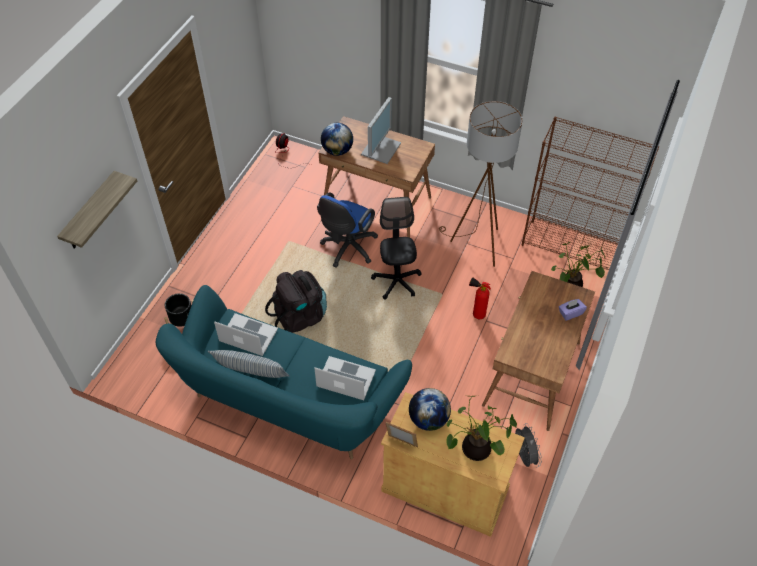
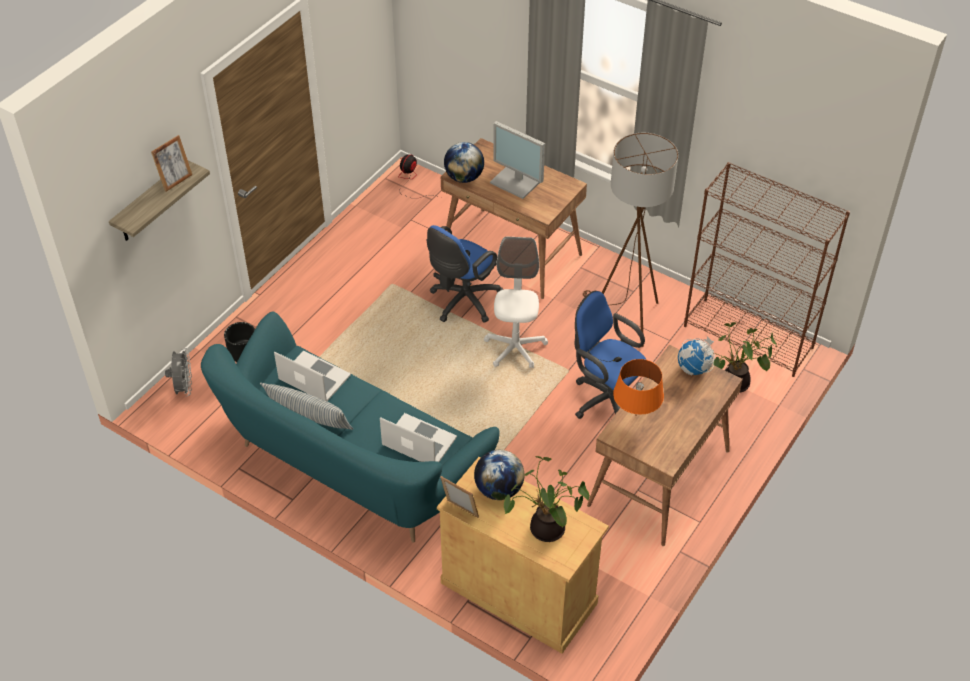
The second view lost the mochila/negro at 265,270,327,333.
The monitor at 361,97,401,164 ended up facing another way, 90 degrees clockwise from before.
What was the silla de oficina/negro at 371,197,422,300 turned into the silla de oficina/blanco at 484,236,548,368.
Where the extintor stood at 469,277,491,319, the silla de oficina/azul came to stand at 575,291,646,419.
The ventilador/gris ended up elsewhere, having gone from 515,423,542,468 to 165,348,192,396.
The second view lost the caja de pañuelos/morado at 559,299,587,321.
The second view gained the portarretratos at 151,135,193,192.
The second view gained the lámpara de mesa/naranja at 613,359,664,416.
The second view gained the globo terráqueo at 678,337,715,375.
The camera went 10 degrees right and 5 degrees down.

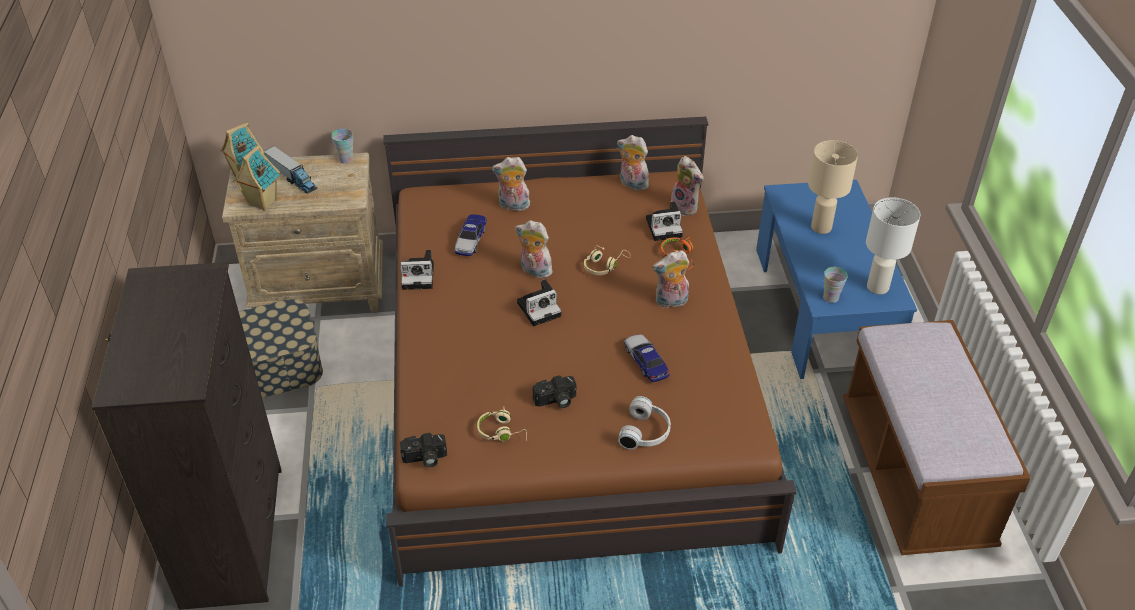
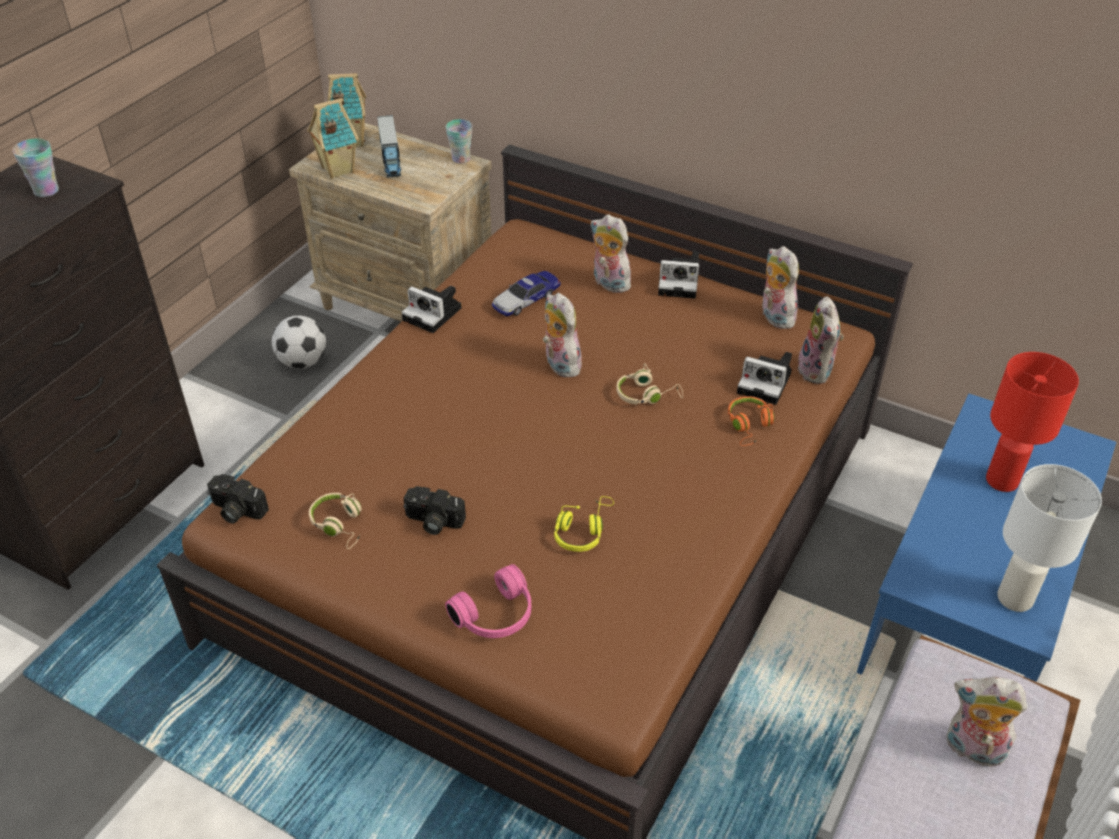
Where the caja de almacenaje stood at 239,299,323,397, the balón de fútbol came to stand at 272,315,326,369.
The cámara ended up elsewhere, having gone from 517,279,561,326 to 658,251,699,299.
What was the auriculares/blanco at 618,396,671,450 turned into the auriculares/rosa at 445,564,531,638.
Where the coche de juguete stood at 624,334,670,382, the auriculares/amarillo came to stand at 554,496,614,552.
The peluche ended up elsewhere, having gone from 652,250,689,309 to 946,677,1027,770.
What was the lámpara de mesa/beis at 808,140,858,234 turned into the lámpara de mesa/rojo at 986,352,1079,492.
The taza ended up elsewhere, having gone from 823,267,848,303 to 12,138,59,197.
The camera went 35 degrees right and 0 degrees up.

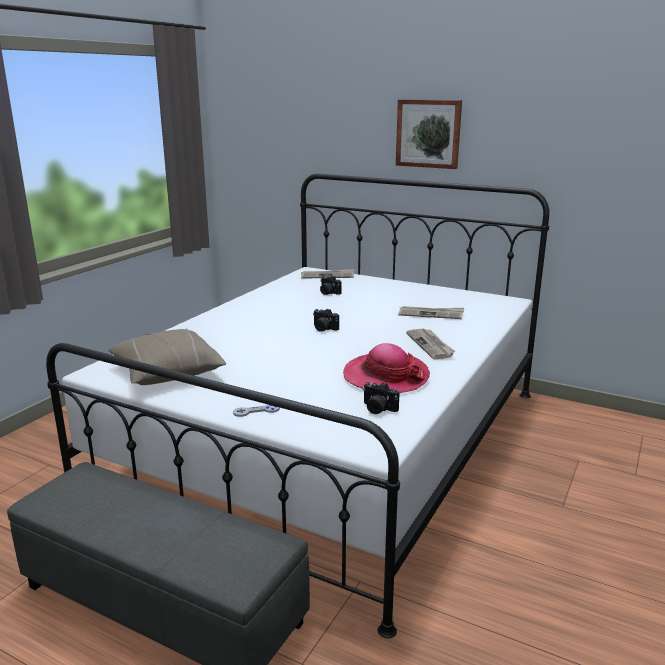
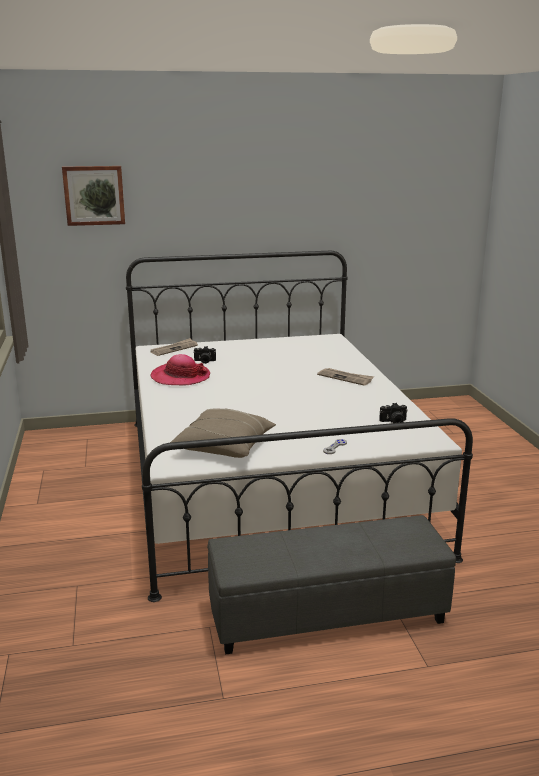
The second view lost the cámara at 313,309,339,332.
The sombrero ended up elsewhere, having gone from 343,343,430,393 to 151,354,210,385.
The cuadro ended up elsewhere, having gone from 396,99,462,169 to 62,166,125,226.
The second view lost the periódico at 398,306,464,319.
The camera went 40 degrees left and 0 degrees up.

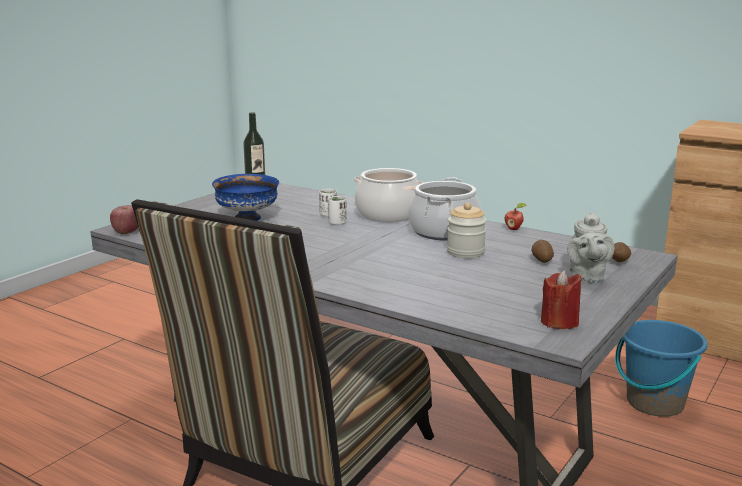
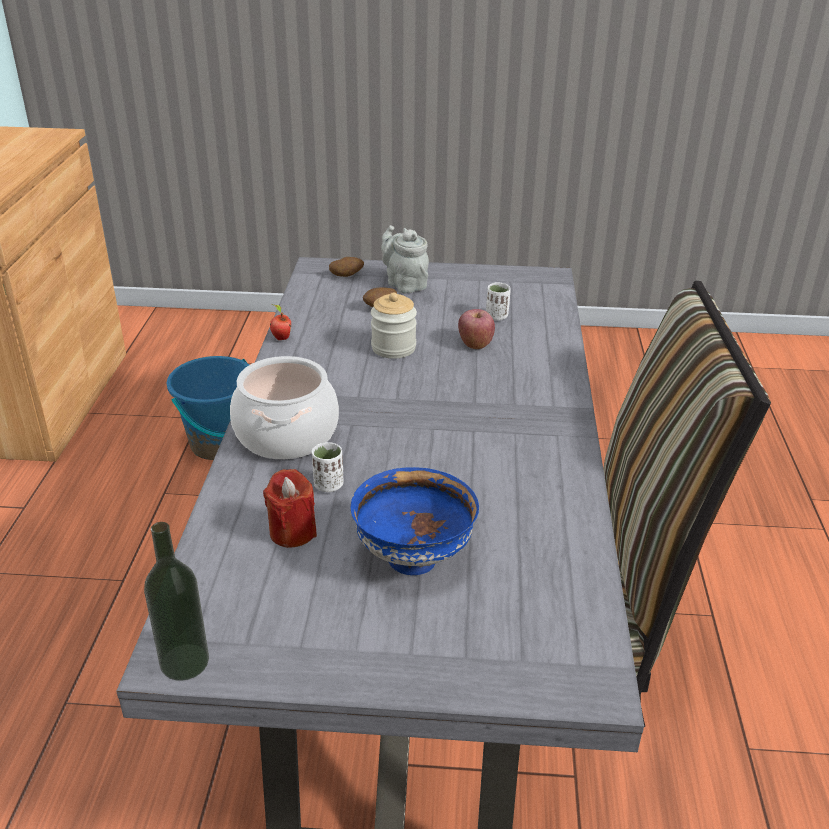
The manzana ended up elsewhere, having gone from 110,205,138,234 to 458,309,495,349.
The taza/blanco ended up elsewhere, having gone from 328,196,347,225 to 486,282,511,321.
The second view lost the olla at 408,177,481,241.
The vela/rojo ended up elsewhere, having gone from 541,270,581,329 to 263,469,317,548.
The tetera/gris at 567,212,614,283 ended up facing another way, 105 degrees counterclockwise from before.
The camera went 120 degrees left and 15 degrees up.

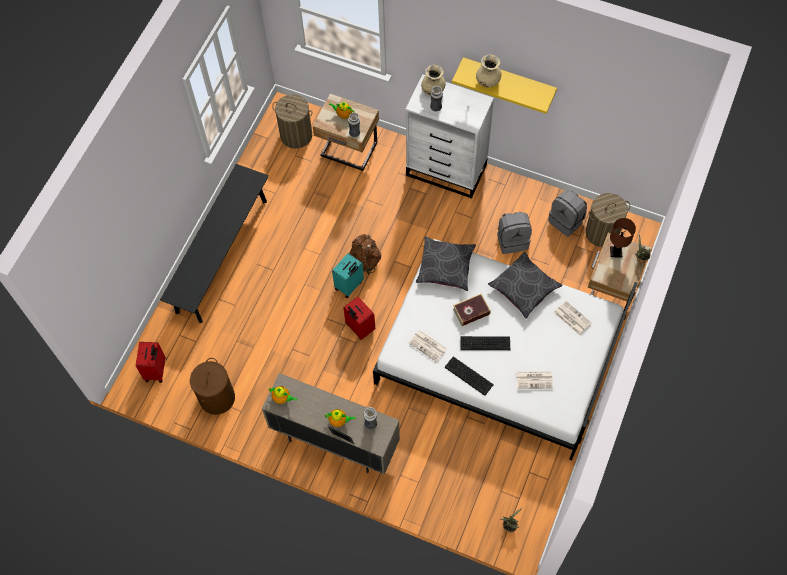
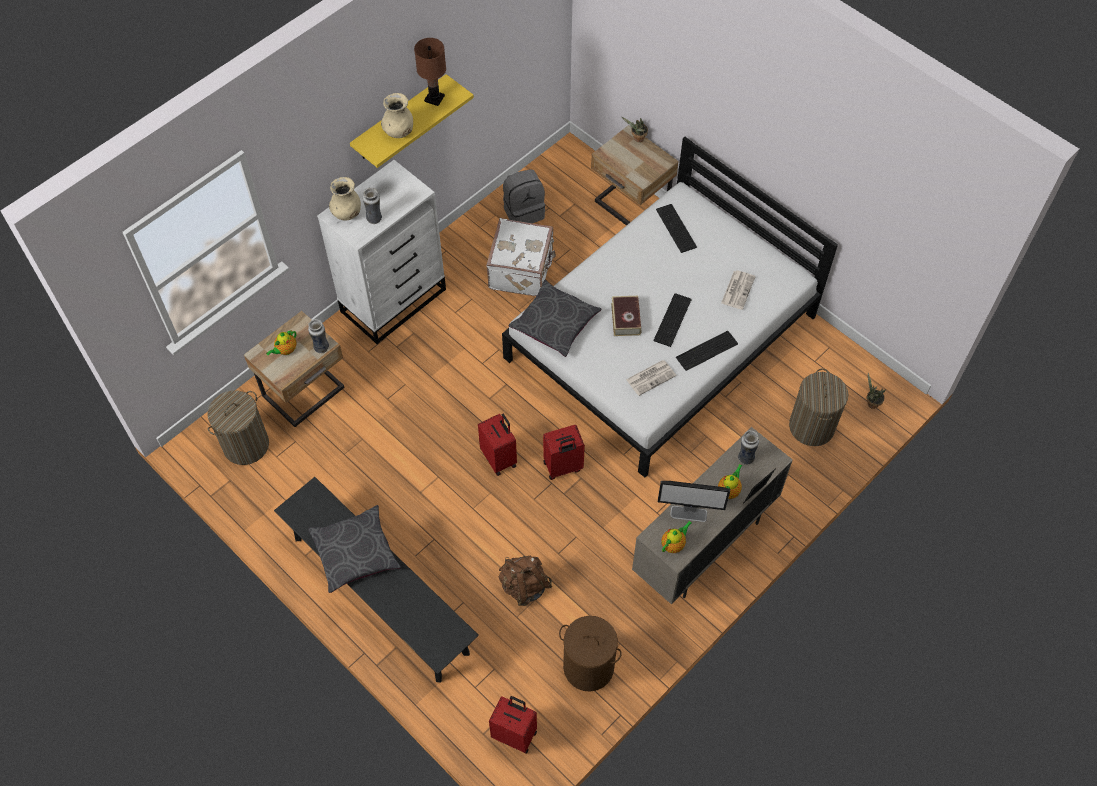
What was the maleta/turquesa at 332,253,364,298 turned into the maleta/rojo at 478,414,517,476.
The mochila/marrón ended up elsewhere, having gone from 349,234,381,274 to 499,556,552,606.
The cojín/gris ended up elsewhere, having gone from 488,252,562,319 to 308,505,401,593.
Where the mochila/gris stood at 497,212,532,254, the maleta/blanco came to stand at 486,218,556,296.
Where the periódico stood at 554,301,592,335, the teclado came to stand at 656,204,697,253.
The cesto de la ropa ended up elsewhere, having gone from 585,193,630,247 to 789,368,848,446.
The lámpara de mesa/marrón ended up elsewhere, having gone from 610,218,636,257 to 414,38,446,106.
The second view gained the monitor at 658,481,730,522.
The camera went 70 degrees left and 5 degrees down.

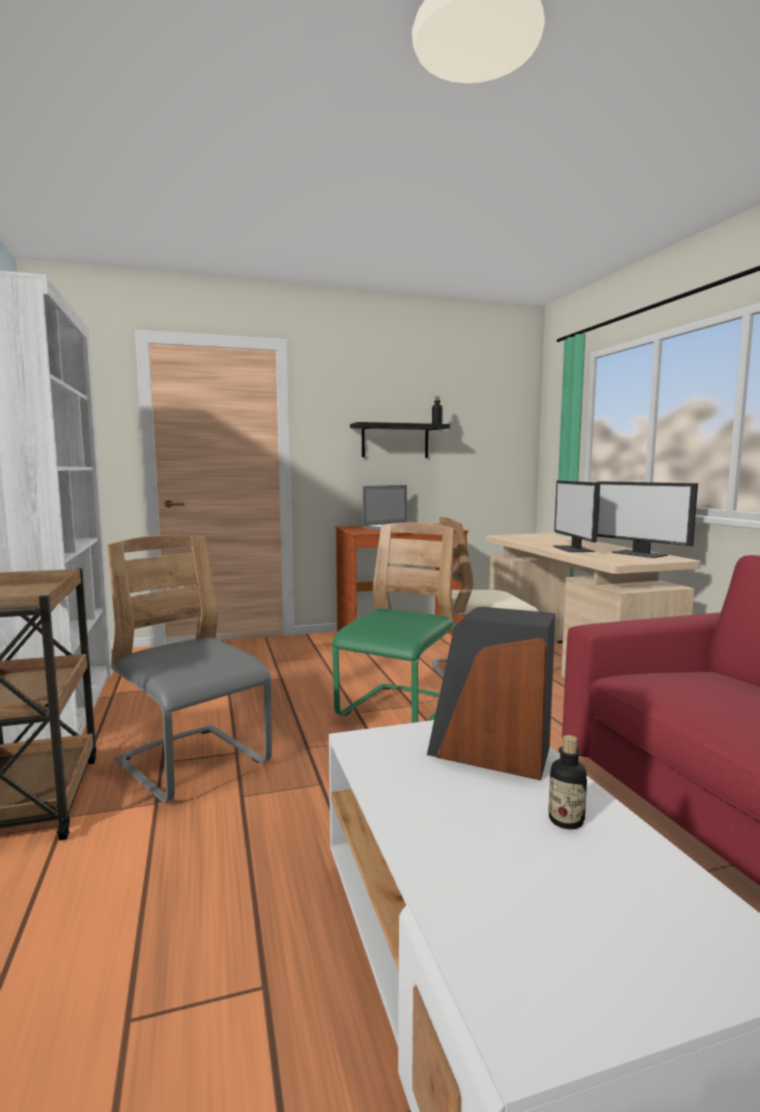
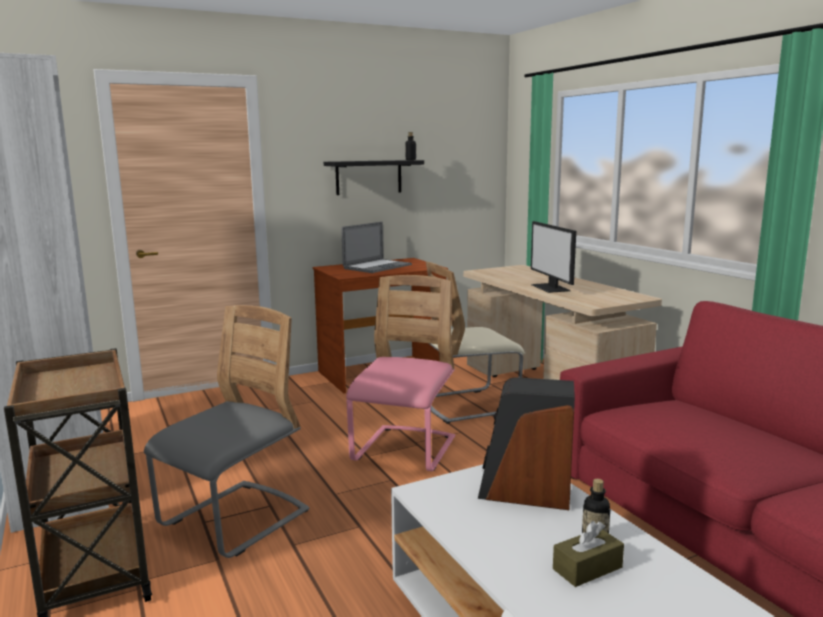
The silla/gris at 107,535,272,803 ended up facing another way, 90 degrees clockwise from before.
What was the silla/verde at 332,522,456,723 turned into the silla/rosa at 346,275,455,471.
The second view lost the monitor at 597,481,698,558.
The second view gained the caja de pañuelos/marrón at 553,521,624,587.
The camera went 10 degrees left and 5 degrees up.

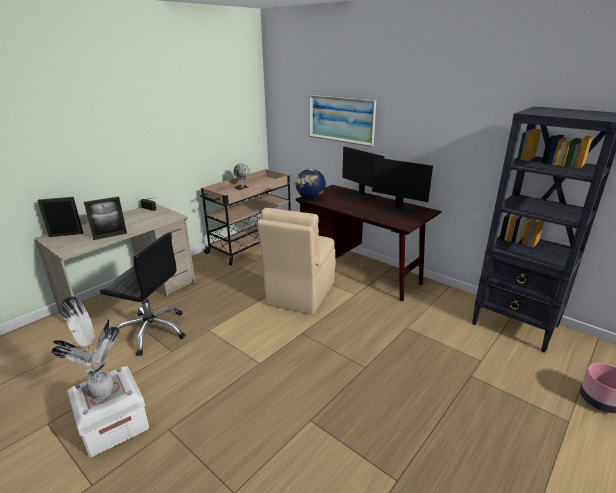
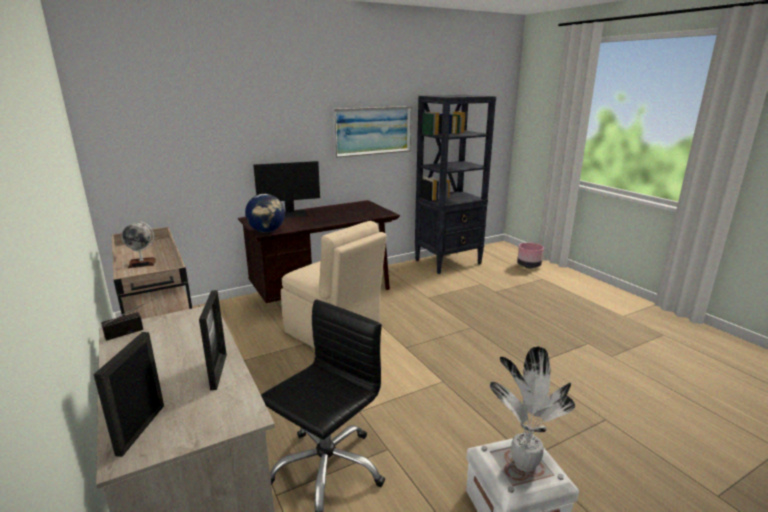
The cuadro ended up elsewhere, having gone from 309,95,376,147 to 333,106,411,158.
The second view lost the monitor at 372,157,433,216.
The camera went 70 degrees left and 5 degrees down.

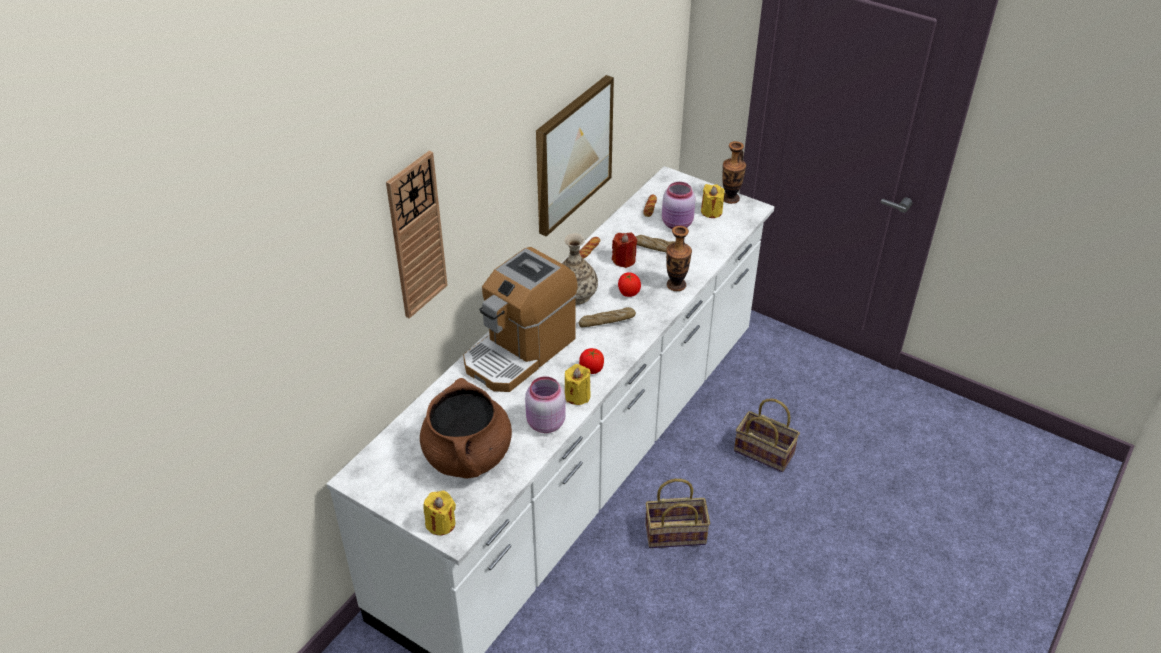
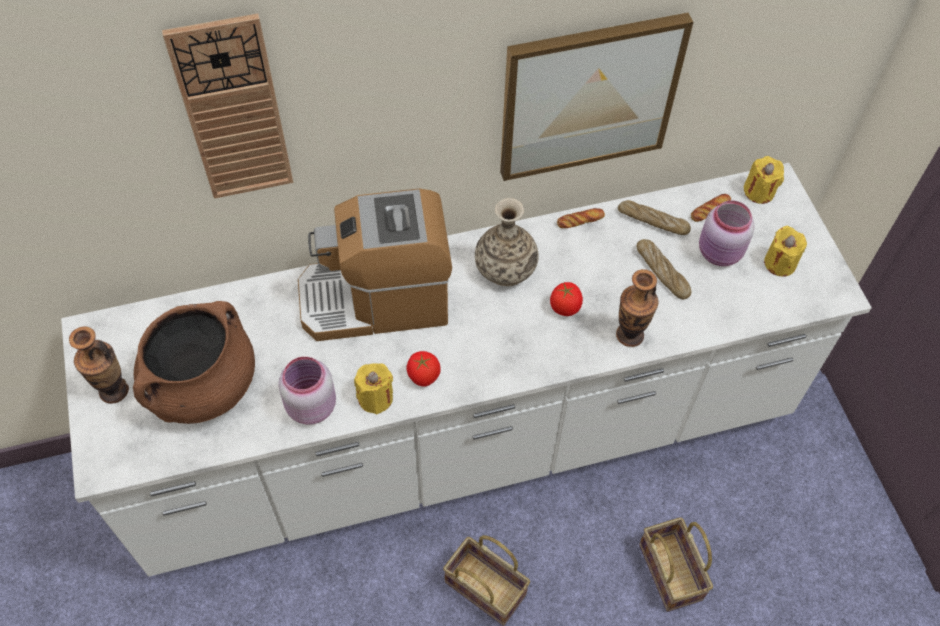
The vela/amarillo ended up elsewhere, having gone from 423,491,456,535 to 743,156,784,204.
The pan ended up elsewhere, having gone from 579,307,636,327 to 618,200,691,235.
The second view lost the vela/rojo at 612,232,637,268.
The florero ended up elsewhere, having gone from 722,141,746,204 to 69,326,129,404.
The camera went 40 degrees right and 15 degrees up.

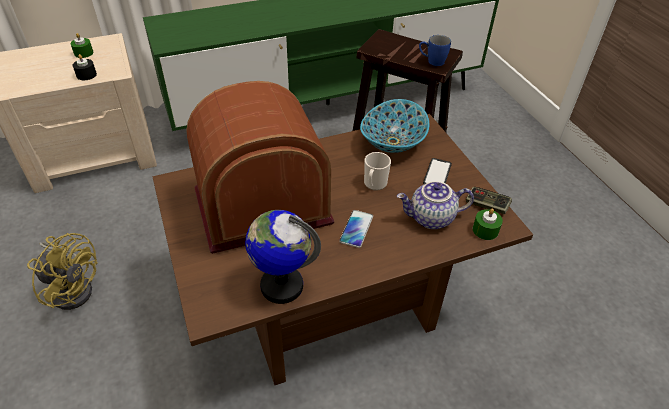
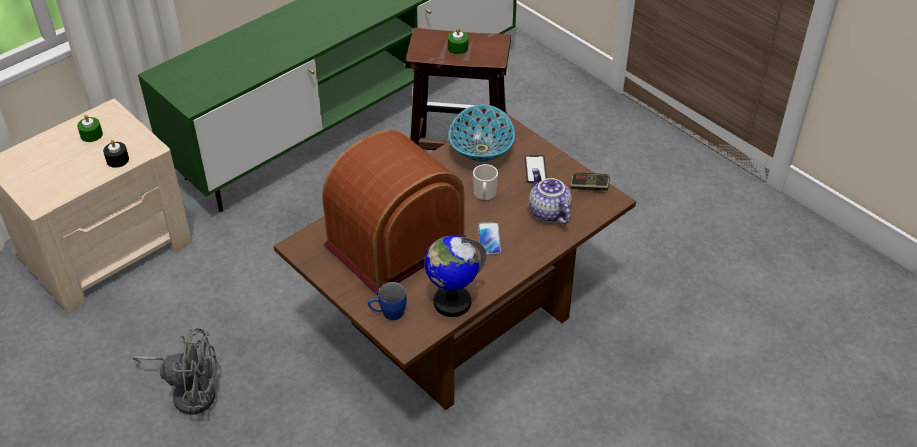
What was the ventilador/amarillo at 27,233,98,310 turned into the ventilador/gris at 132,328,218,414.
The tetera at 397,181,474,229 ended up facing another way, 90 degrees clockwise from before.
The taza grande/azul ended up elsewhere, having gone from 419,35,451,66 to 368,282,407,320.
The vela/verde ended up elsewhere, having gone from 473,208,503,240 to 448,28,468,55.
The camera went 20 degrees left and 0 degrees up.

